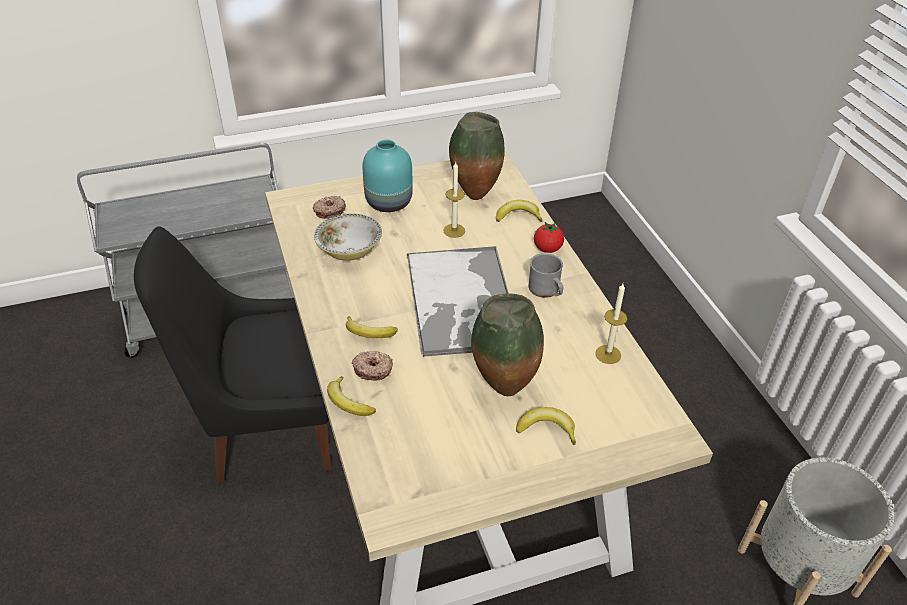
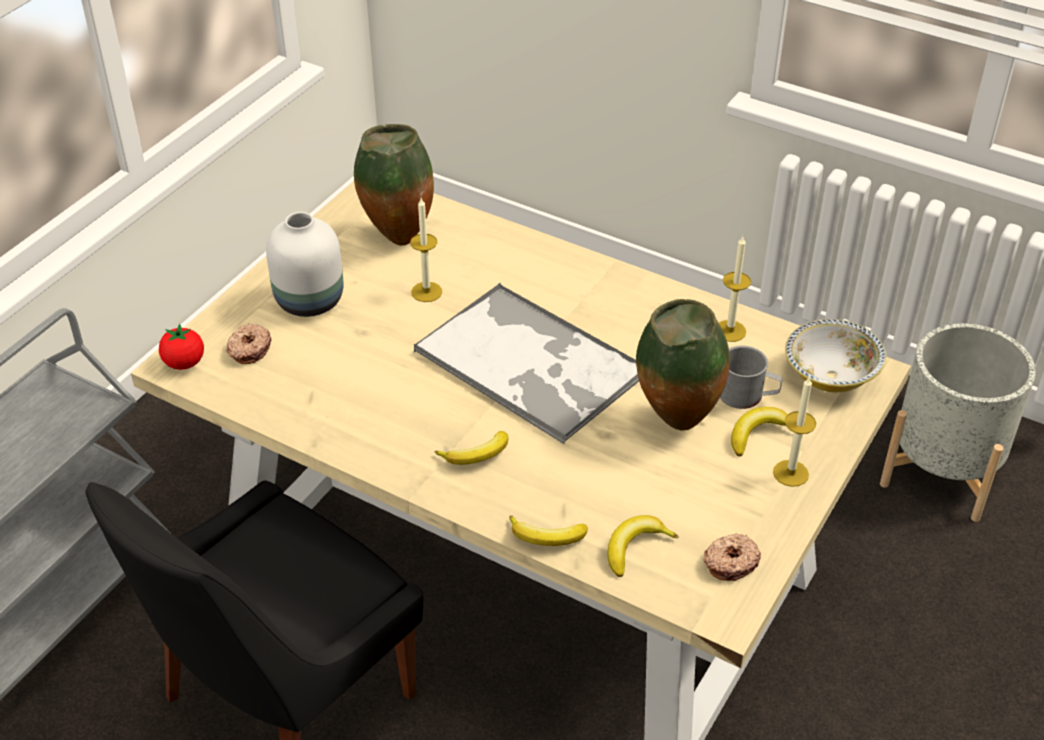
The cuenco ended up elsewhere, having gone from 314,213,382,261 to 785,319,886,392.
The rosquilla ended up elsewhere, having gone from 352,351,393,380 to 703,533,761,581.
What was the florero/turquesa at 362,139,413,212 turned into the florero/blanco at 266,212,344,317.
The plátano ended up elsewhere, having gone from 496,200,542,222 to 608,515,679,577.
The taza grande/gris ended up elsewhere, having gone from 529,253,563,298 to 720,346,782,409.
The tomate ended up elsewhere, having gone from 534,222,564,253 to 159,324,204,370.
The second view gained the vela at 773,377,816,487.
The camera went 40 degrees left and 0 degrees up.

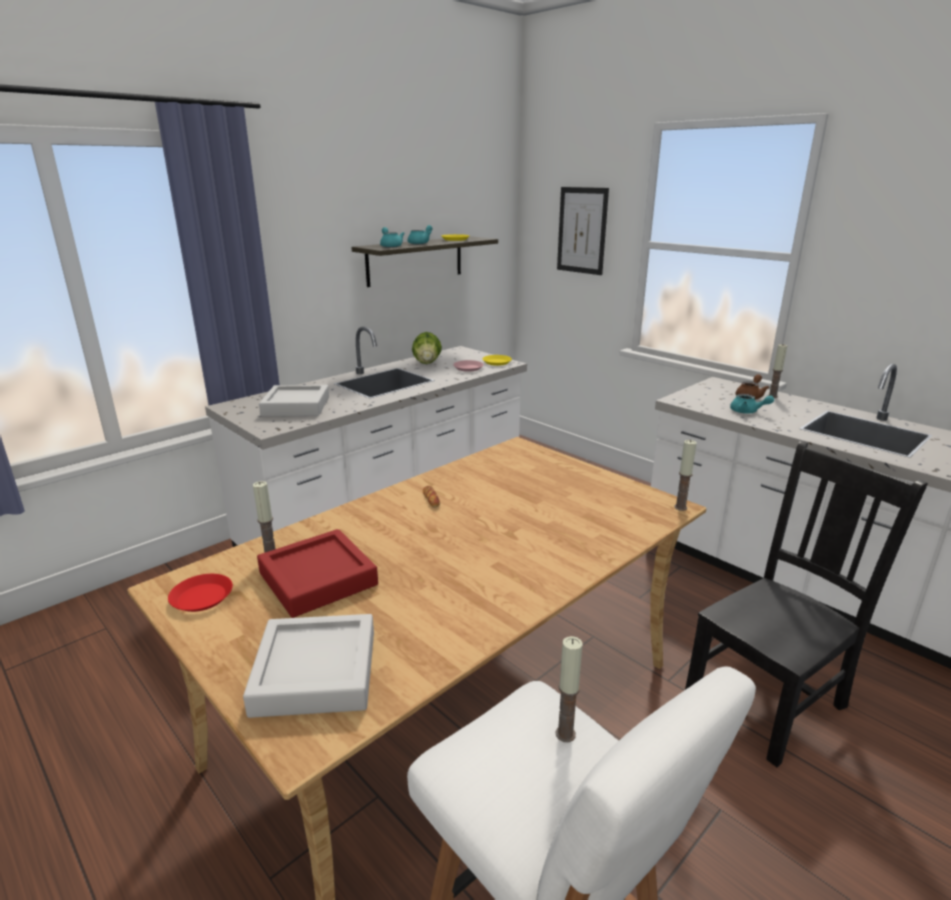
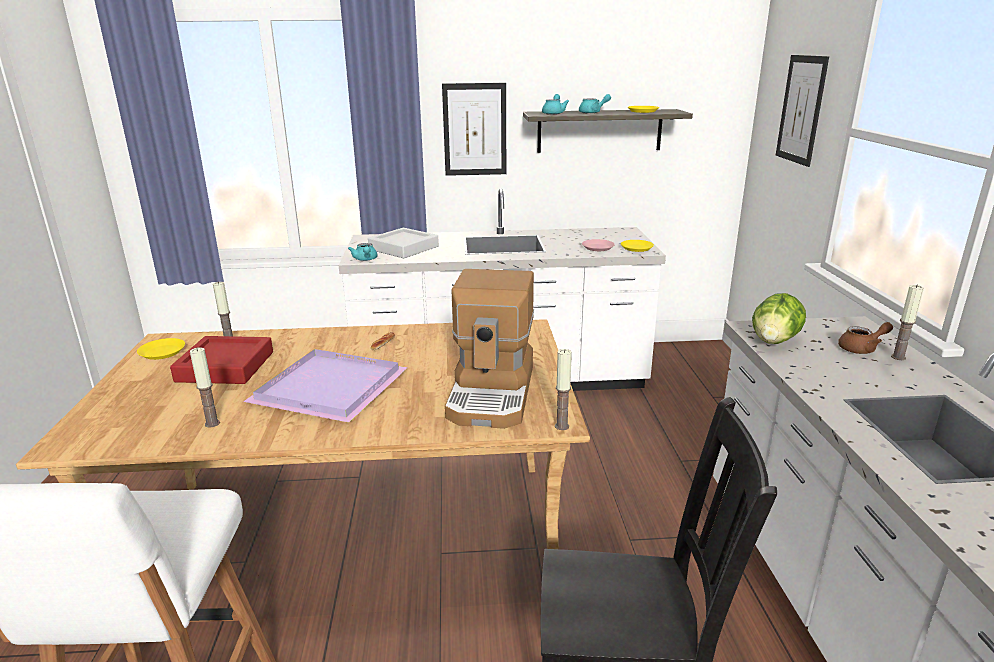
What was the plato/rojo at 168,574,233,612 turned into the plato/amarillo at 137,338,185,360.
The second view lost the bandeja/gris at 243,614,374,718.
The lechuga ended up elsewhere, having gone from 412,332,442,364 to 752,293,806,344.
The vela ended up elsewhere, having gone from 556,636,583,742 to 190,348,220,428.
The tetera/turquesa ended up elsewhere, having gone from 730,394,774,414 to 348,243,377,261.
The second view gained the bandeja/morado at 243,349,408,423.
The second view gained the cuadro at 442,83,506,176.
The second view gained the cafetera at 445,269,534,429.
The camera went 40 degrees right and 0 degrees up.

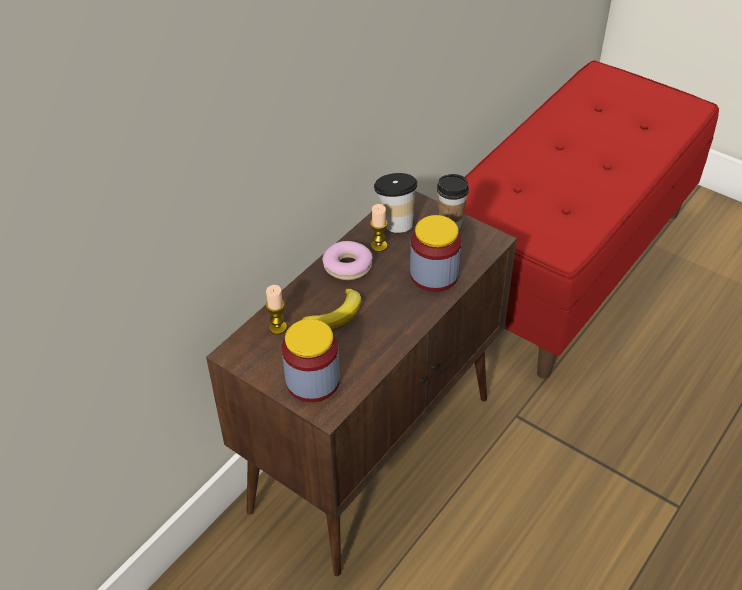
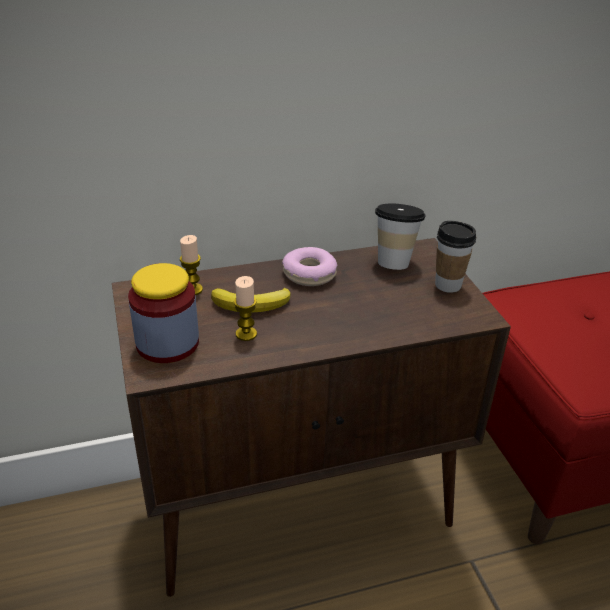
The vela ended up elsewhere, having gone from 370,204,388,252 to 234,276,257,341.
The second view lost the tarro at 410,215,462,292.
The camera went 35 degrees right and 10 degrees down.

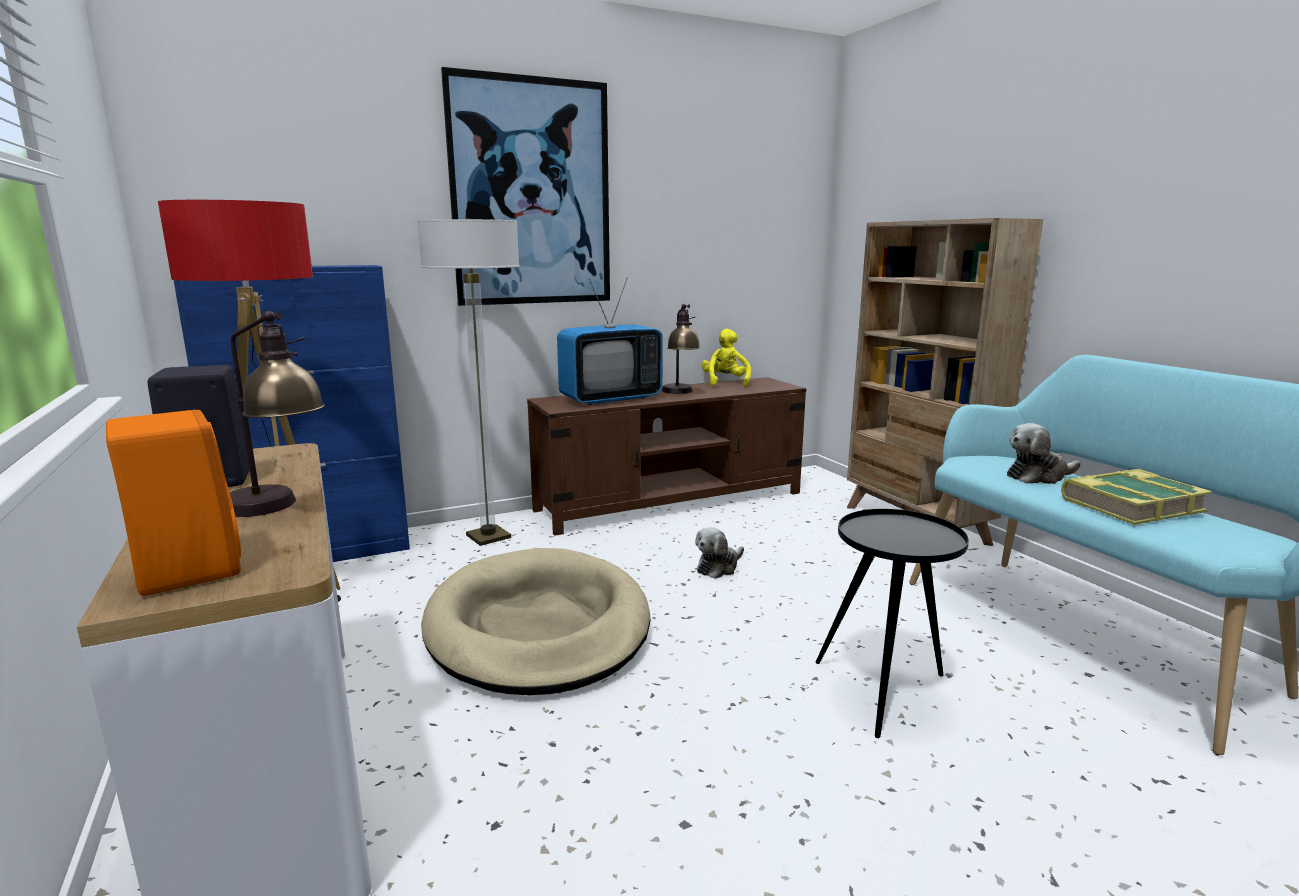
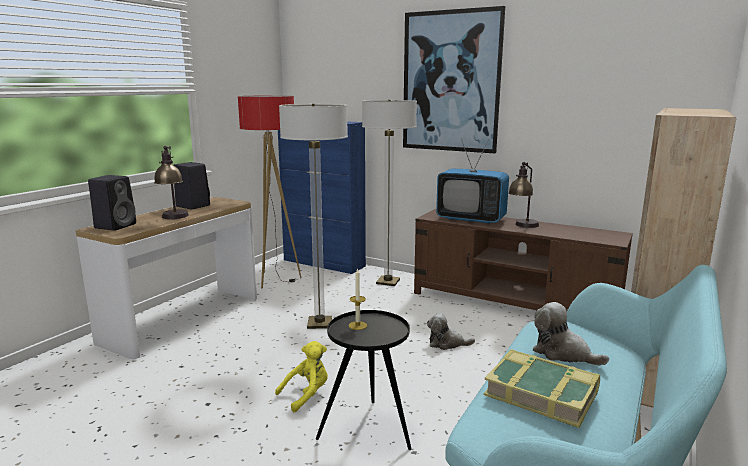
What was the altavoz/naranja at 106,410,241,596 turned into the altavoz/negro at 88,175,136,230.
Where the cama para perro/beis stood at 421,548,650,695, the lámpara de pie came to stand at 279,104,348,329.
The peluche/amarillo ended up elsewhere, having gone from 702,329,751,387 to 275,341,328,412.
The second view gained the vela at 349,268,367,330.
The camera went 55 degrees right and 0 degrees up.

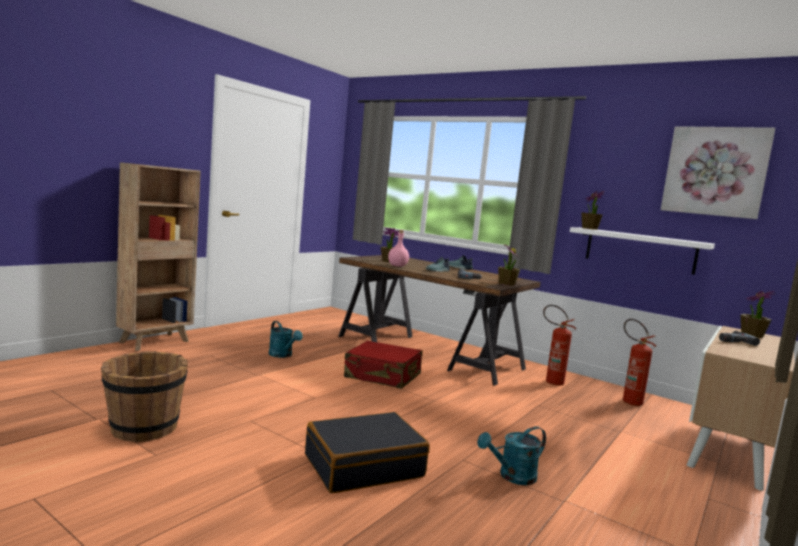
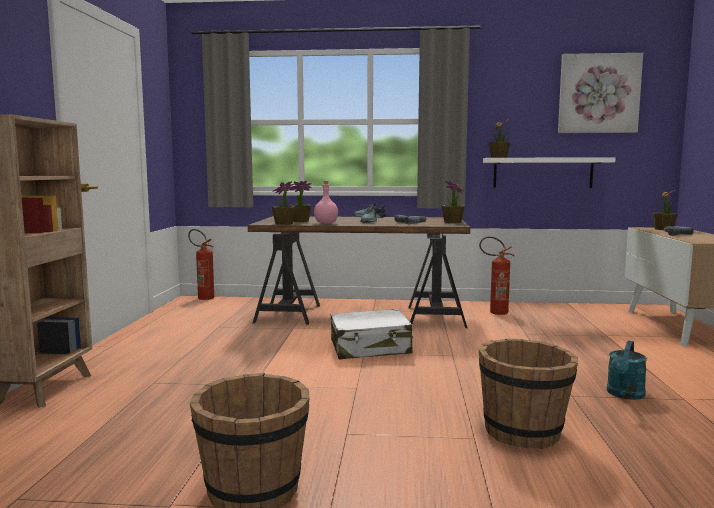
The second view lost the regadera/turquesa at 269,321,303,358.
Where the maleta/negro stood at 305,412,430,493, the cubo/marrón came to stand at 479,339,578,449.
What was the maleta/rojo at 344,341,422,389 turned into the maleta/blanco at 331,309,413,359.
The extintor ended up elsewhere, having gone from 623,319,656,406 to 188,229,214,300.
The second view gained the planta en maceta at 272,181,296,225.
The camera went 30 degrees left and 0 degrees up.

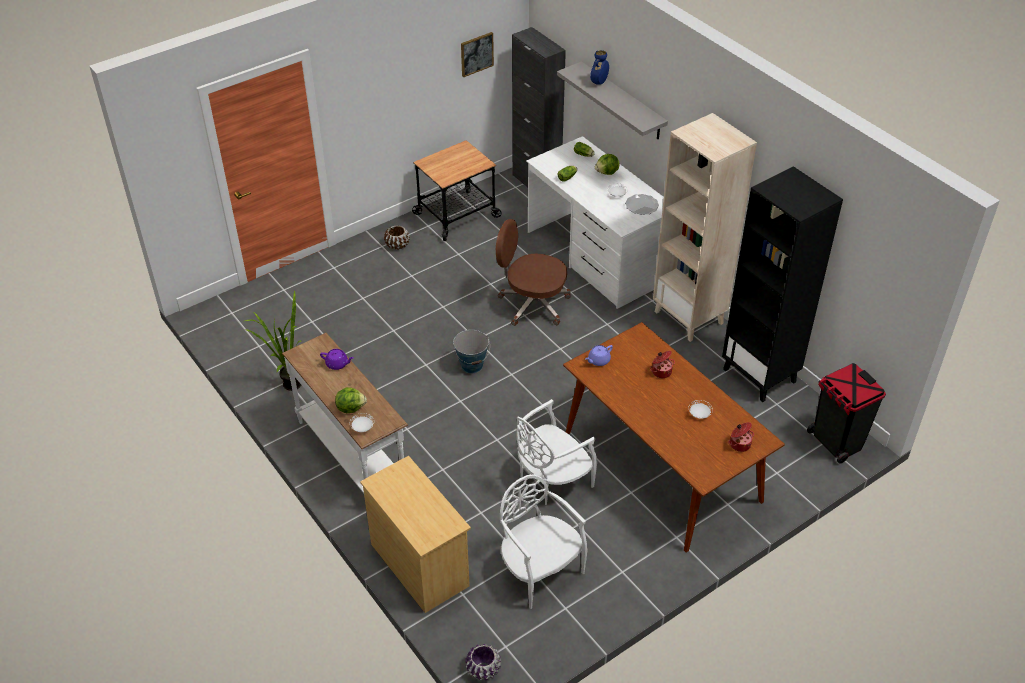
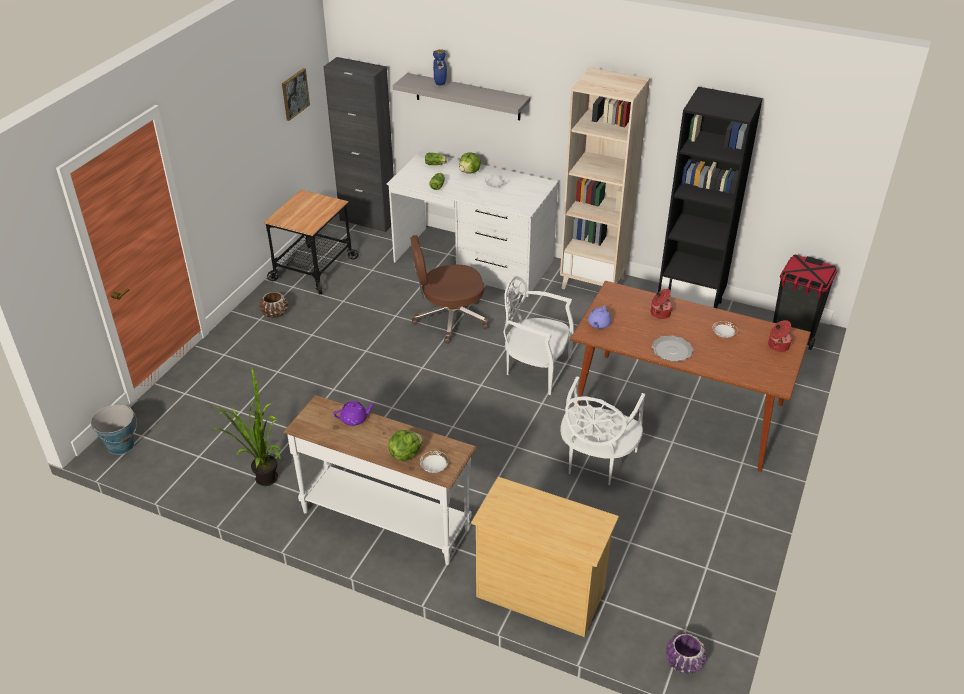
The cubo ended up elsewhere, having gone from 453,330,490,373 to 91,405,137,455.
The silla/blanco ended up elsewhere, having gone from 500,474,588,609 to 503,276,574,395.
The plato ended up elsewhere, having gone from 625,194,659,215 to 652,335,693,362.
The camera went 30 degrees left and 5 degrees down.

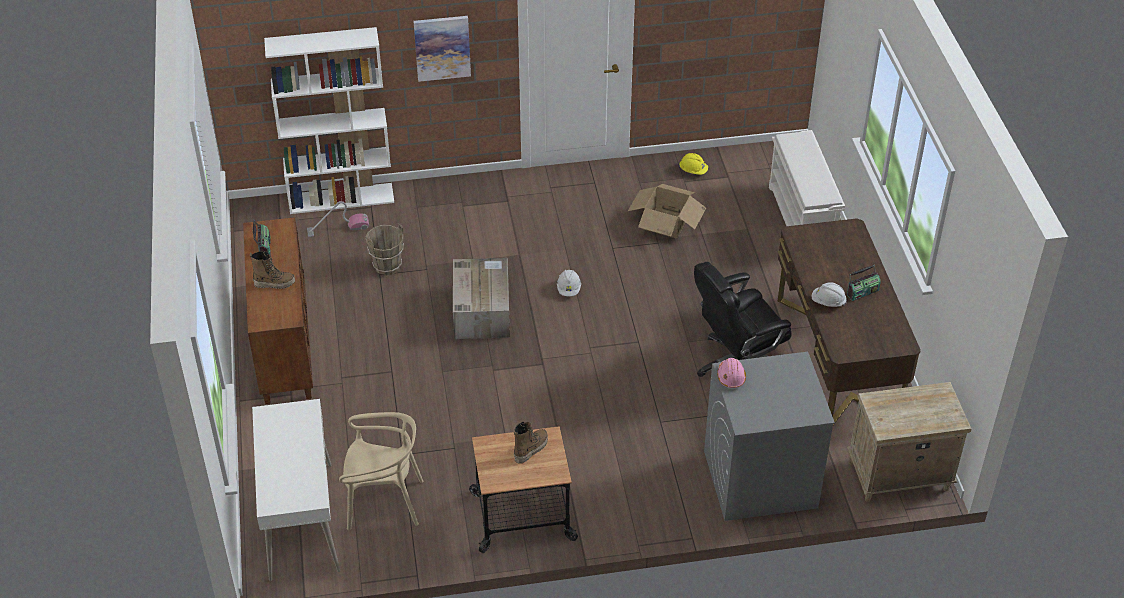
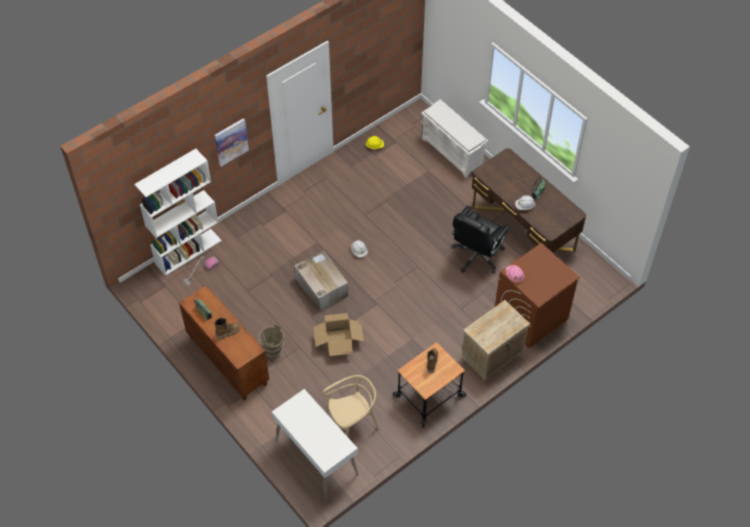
The cubo/marrón ended up elsewhere, having gone from 365,223,404,275 to 259,324,284,358.
The caja de cartón ended up elsewhere, having gone from 628,184,706,238 to 313,313,364,356.
What was the lavadora/gris at 704,352,835,521 turned into the lavadora/marrón at 495,243,580,348.
The mesita de noche/beis ended up elsewhere, having gone from 847,382,971,502 to 460,300,530,381.
The camera went 30 degrees left and 10 degrees up.

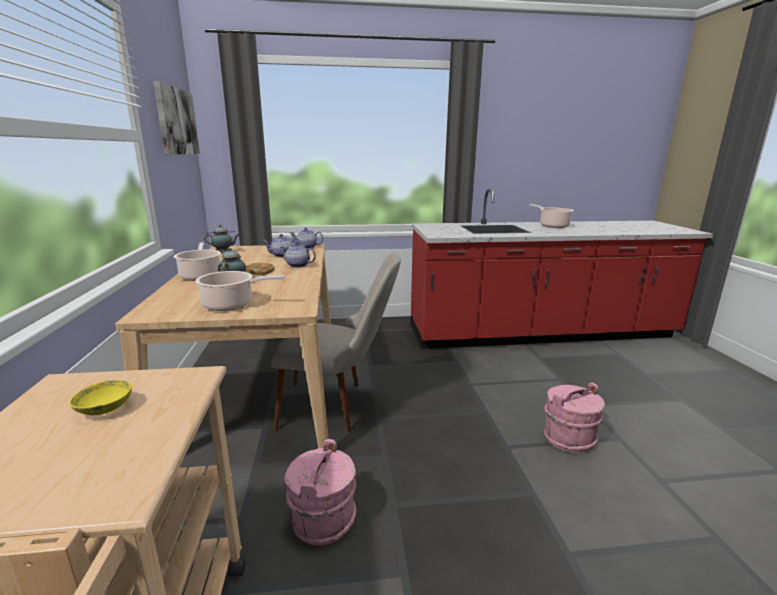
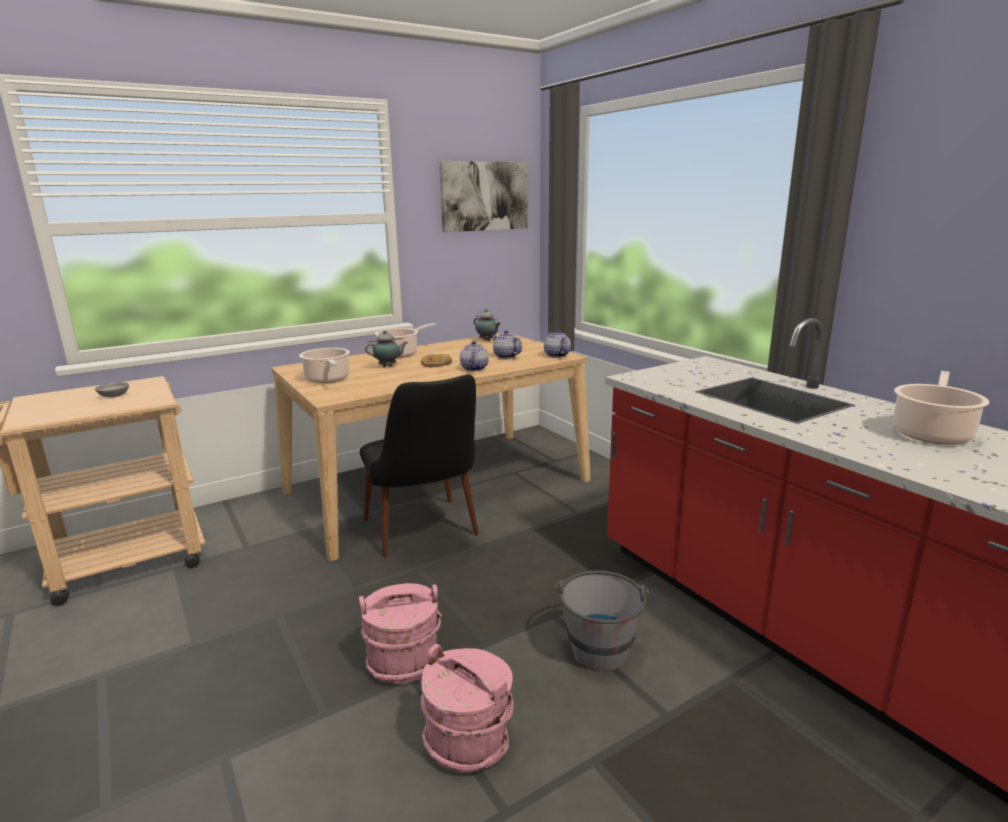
What was the cuenco/amarillo at 69,380,132,415 turned into the cuenco/gris at 95,382,129,398.
What was the silla/beis at 271,252,401,432 turned into the silla/negro at 360,374,479,558.
The cubo/rosa ended up elsewhere, having gone from 284,439,357,546 to 359,583,442,684.
The second view gained the cubo/gris at 554,570,649,672.
The camera went 65 degrees right and 0 degrees up.

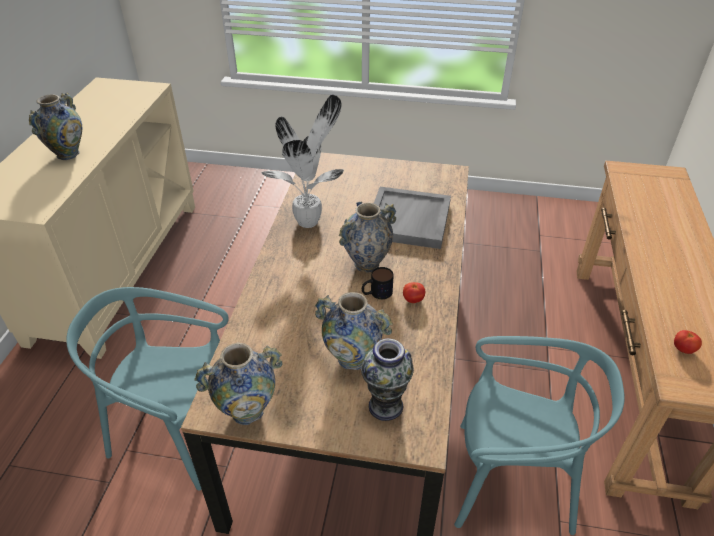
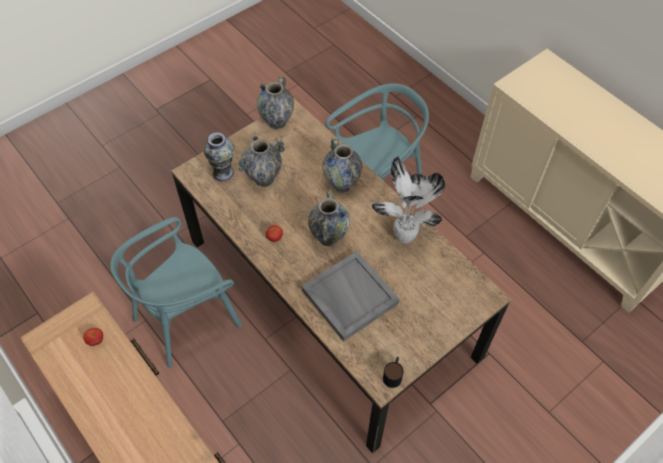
The florero ended up elsewhere, having gone from 29,93,82,160 to 322,137,362,193.
The taza grande ended up elsewhere, having gone from 362,267,394,299 to 383,357,404,388.
The camera went 130 degrees right and 15 degrees up.

